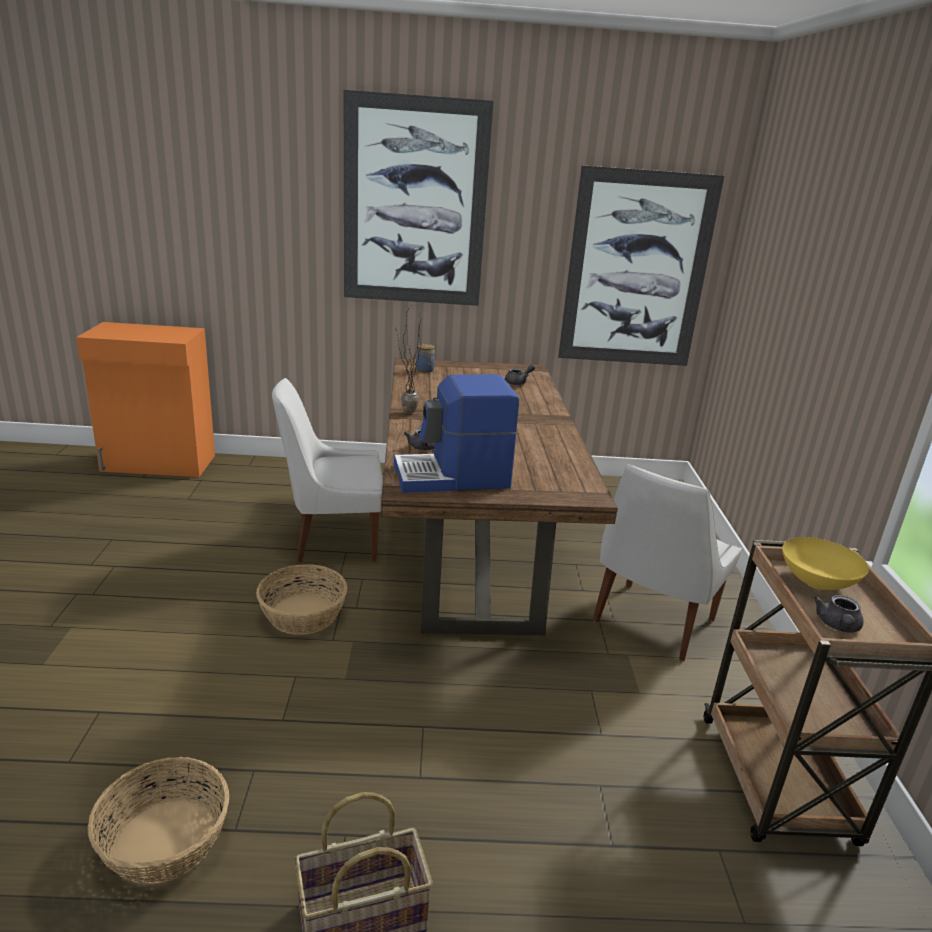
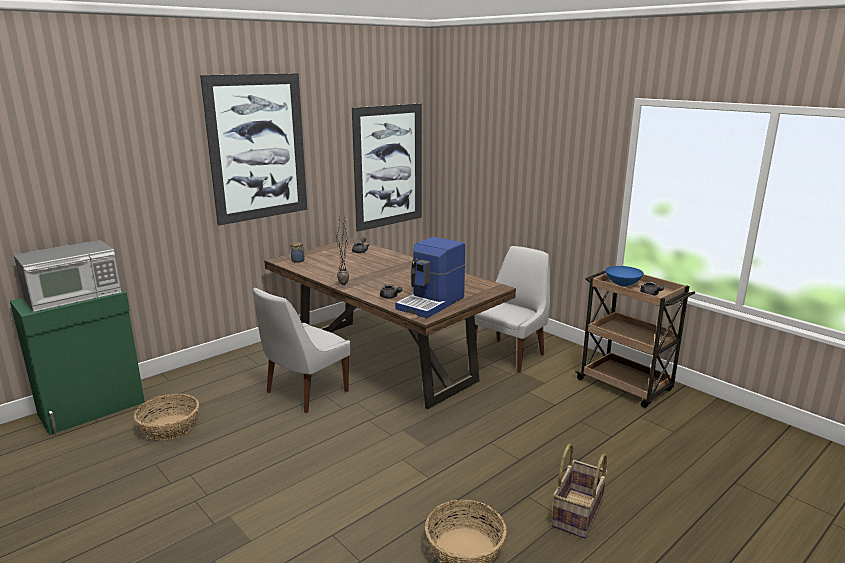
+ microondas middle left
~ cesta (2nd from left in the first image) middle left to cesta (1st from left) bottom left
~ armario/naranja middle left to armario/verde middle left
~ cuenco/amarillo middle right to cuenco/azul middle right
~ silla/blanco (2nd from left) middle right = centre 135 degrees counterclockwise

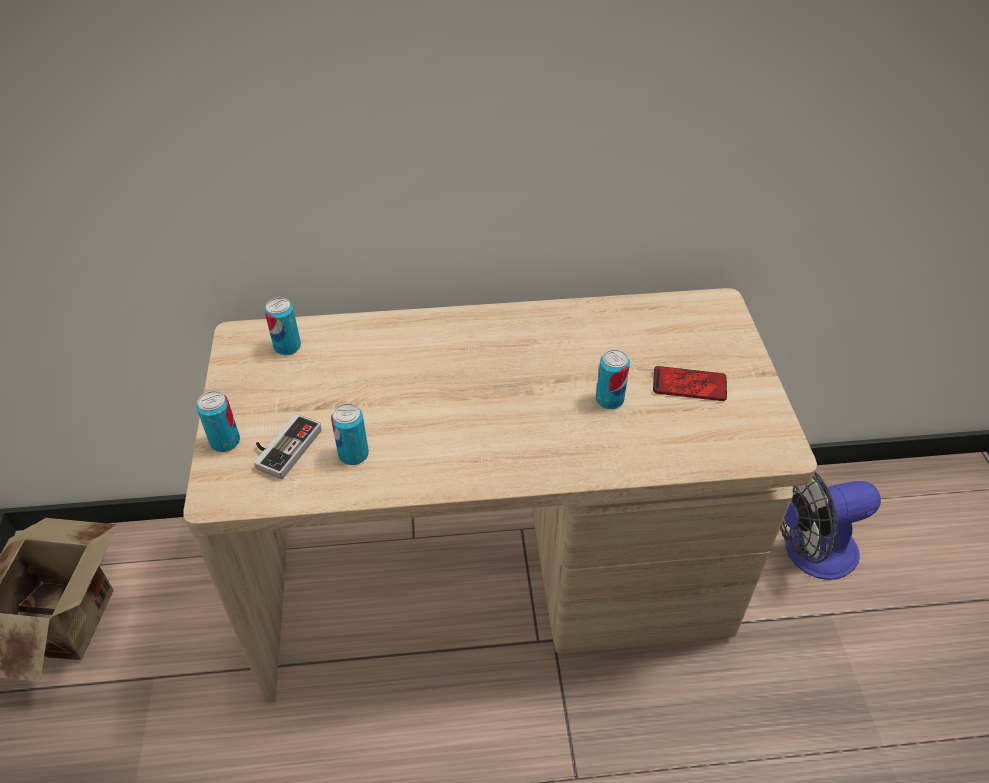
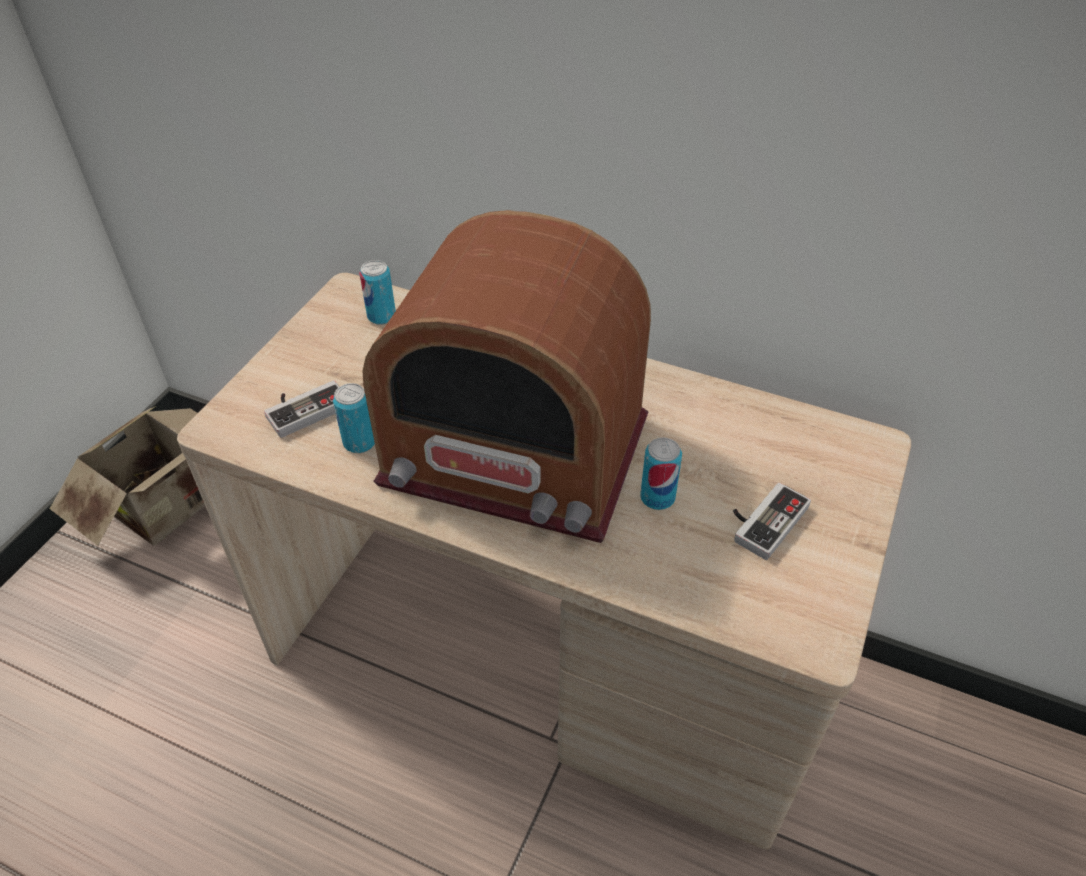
- lata (1st from left) middle left
- ventilador bottom right
+ radio centre
~ móvil middle right to mando de consola (2nd from left) middle right

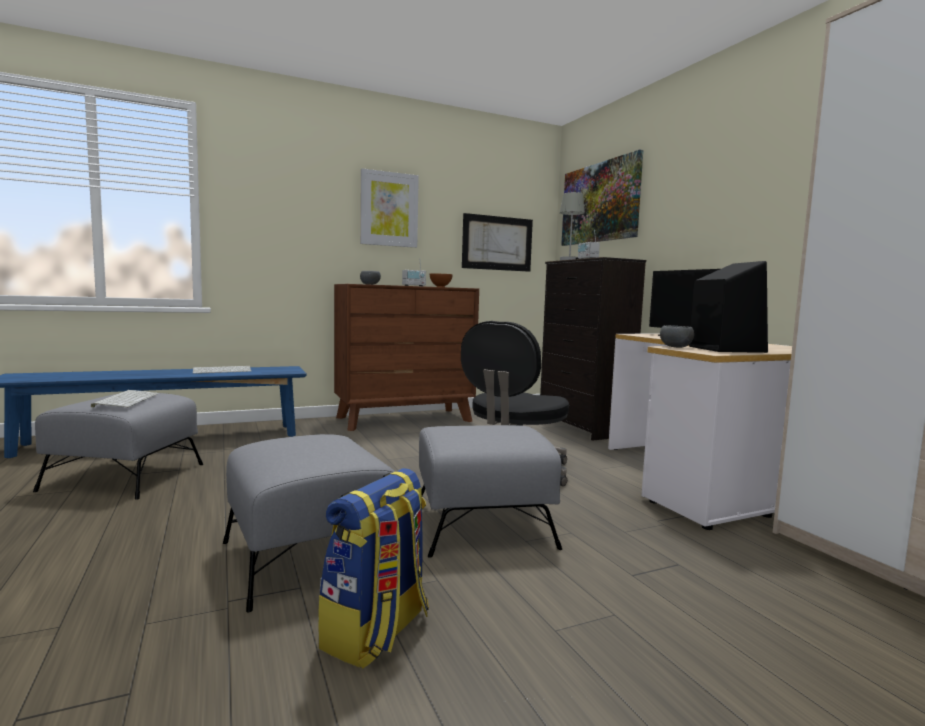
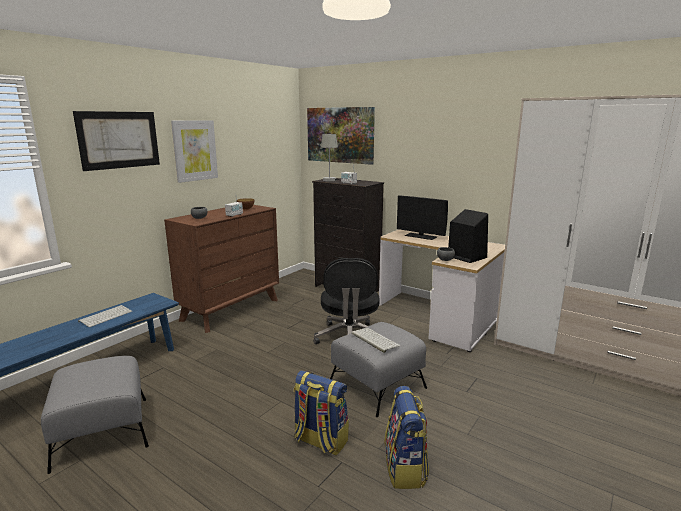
~ teclado (1st from left in the first image) middle left to teclado (2nd from left) centre
~ cuadro (2nd from left in the first image) centre to cuadro (1st from left) top left
~ puf/gris (2nd from left) bottom centre to mochila (1st from left) bottom centre

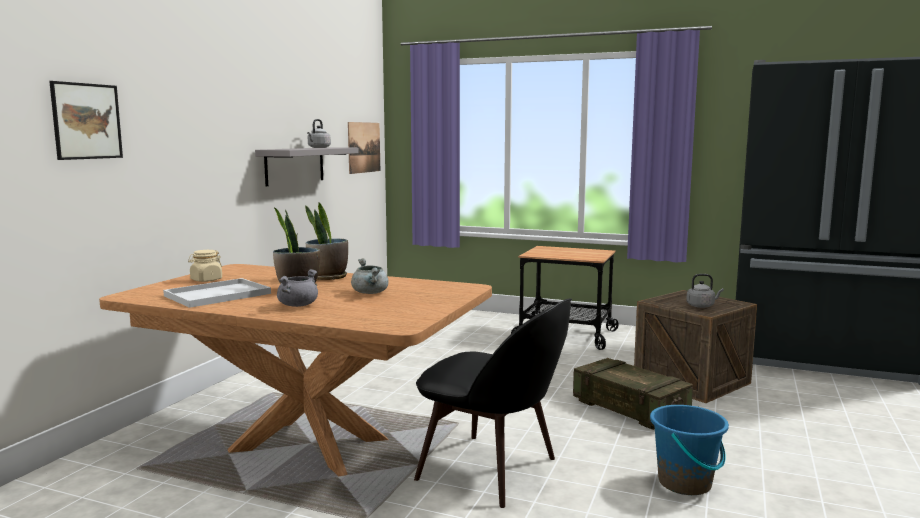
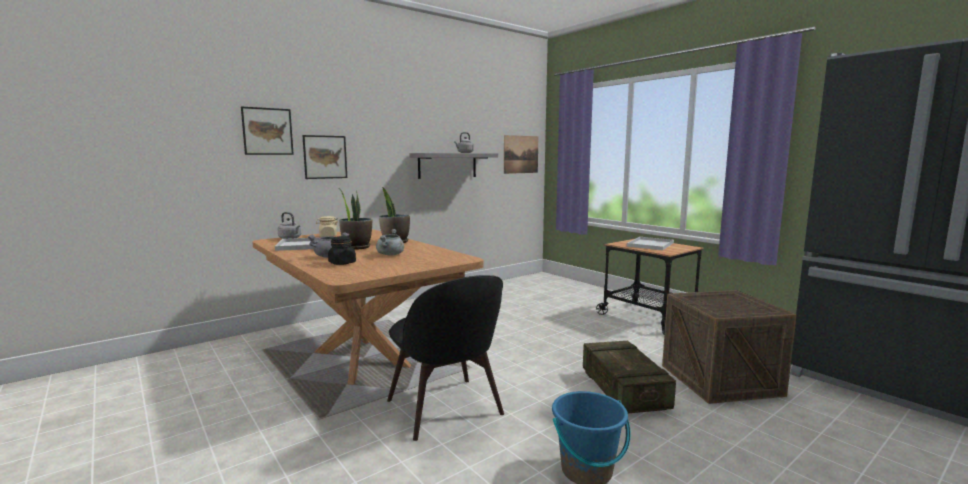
+ cuadro (2nd from left) top centre
+ tarro/negro centre
+ bandeja/blanco (2nd from left) middle right
~ hervidor/gris (2nd from left in the first image) middle right to hervidor/gris (1st from left) middle left

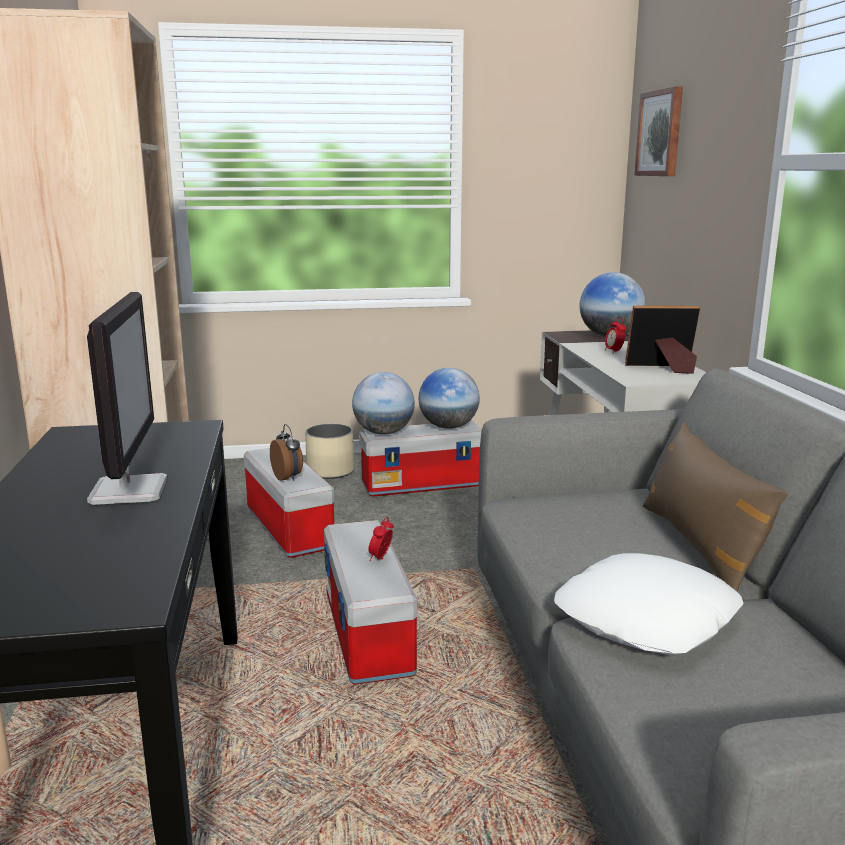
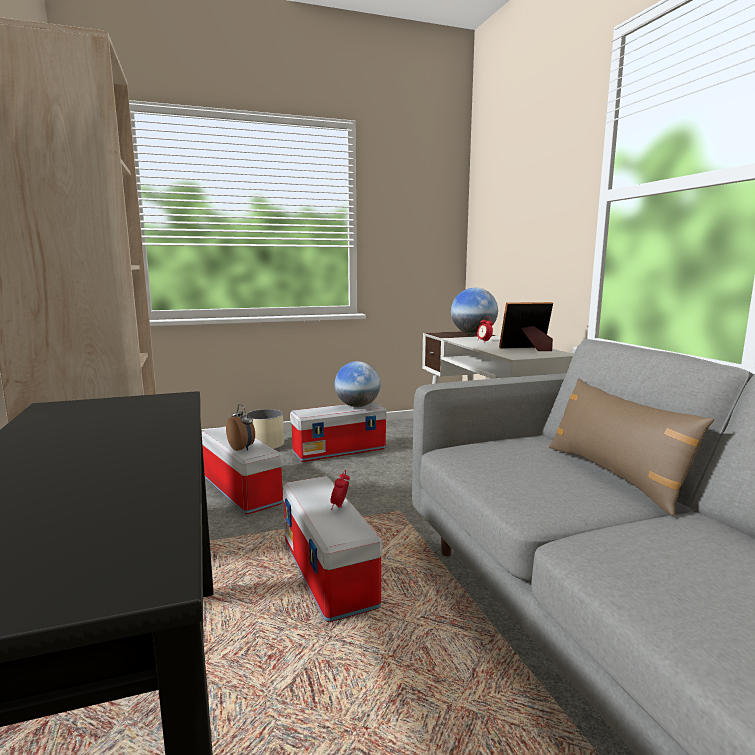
- monitor middle left
- globo terráqueo (1st from left) centre
- cojín/blanco bottom right
- cuadro top right

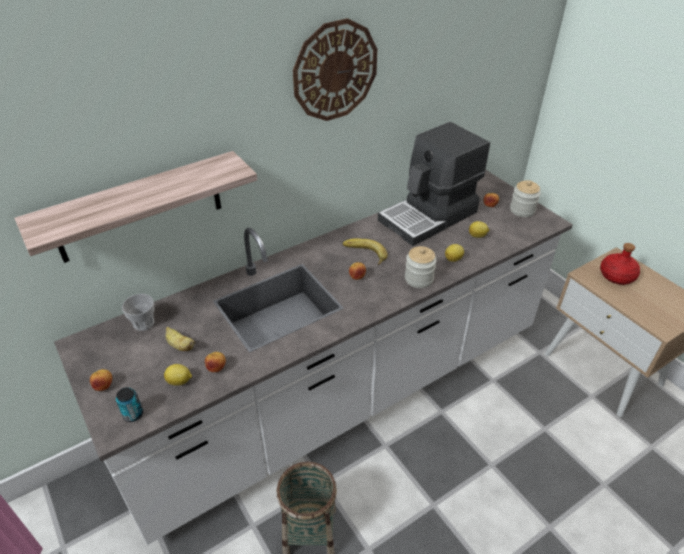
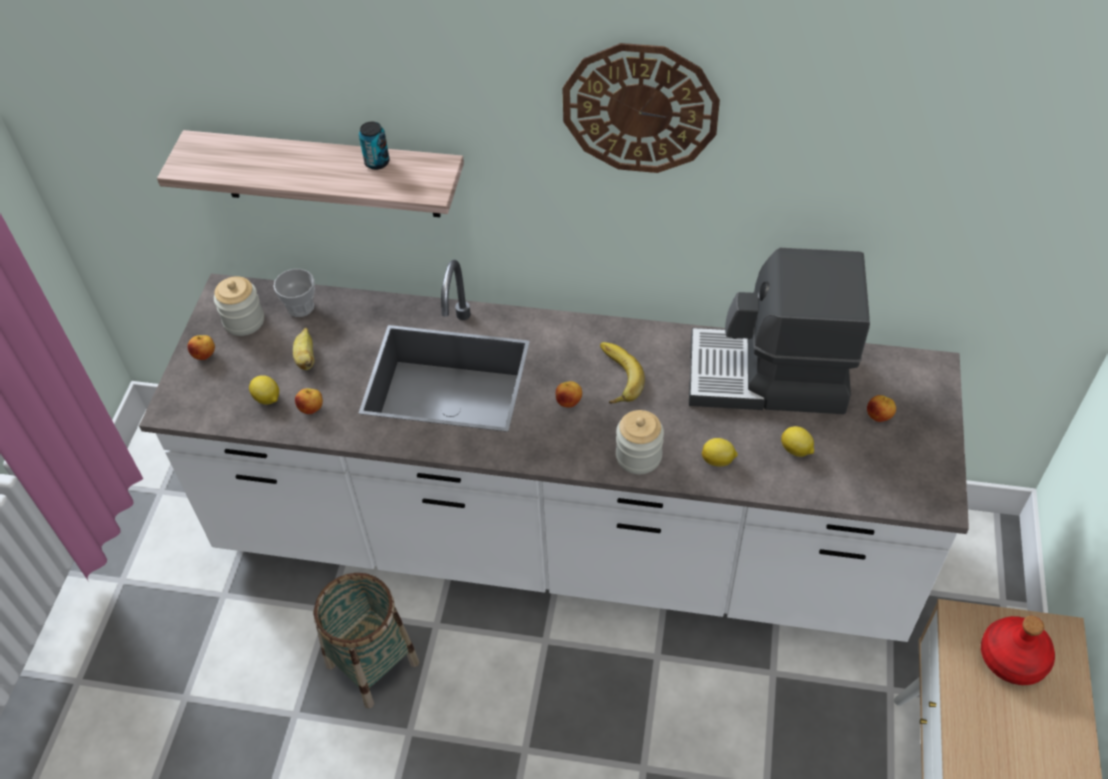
~ lata bottom left to top centre
~ tarro (2nd from left in the first image) middle right to tarro (1st from left) middle left

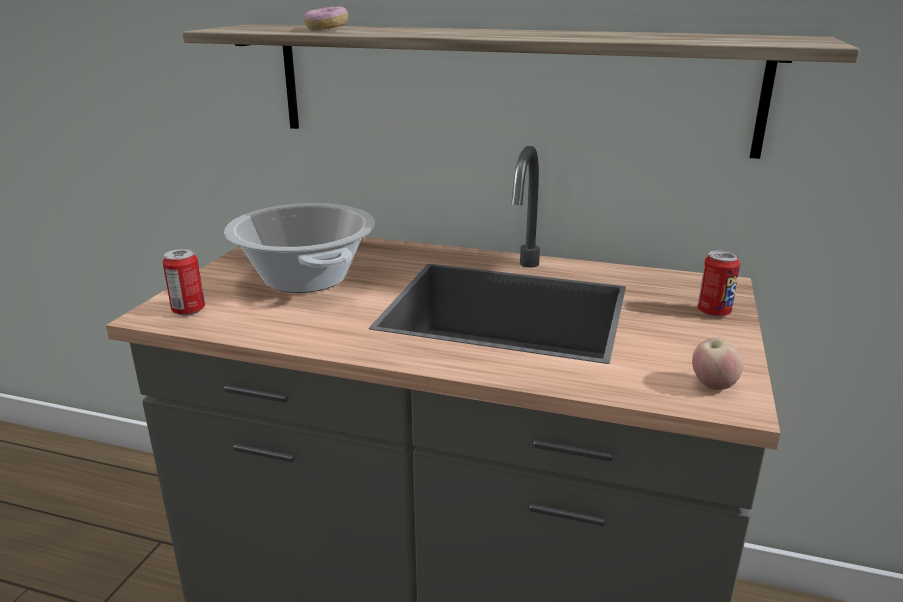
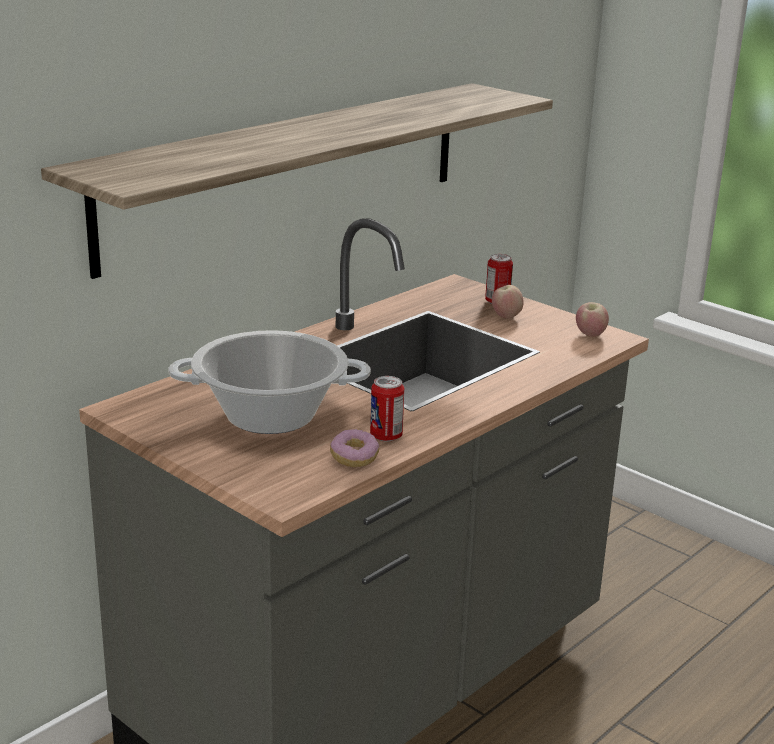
+ manzana (1st from left) centre
~ lata (1st from left) middle left to centre
~ rosquilla top centre to centre

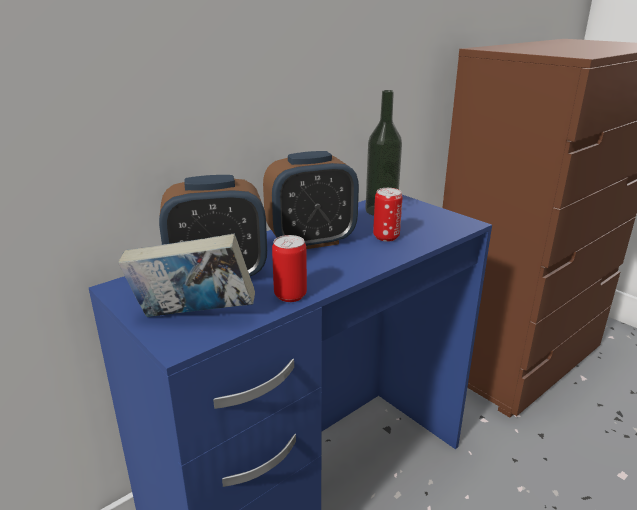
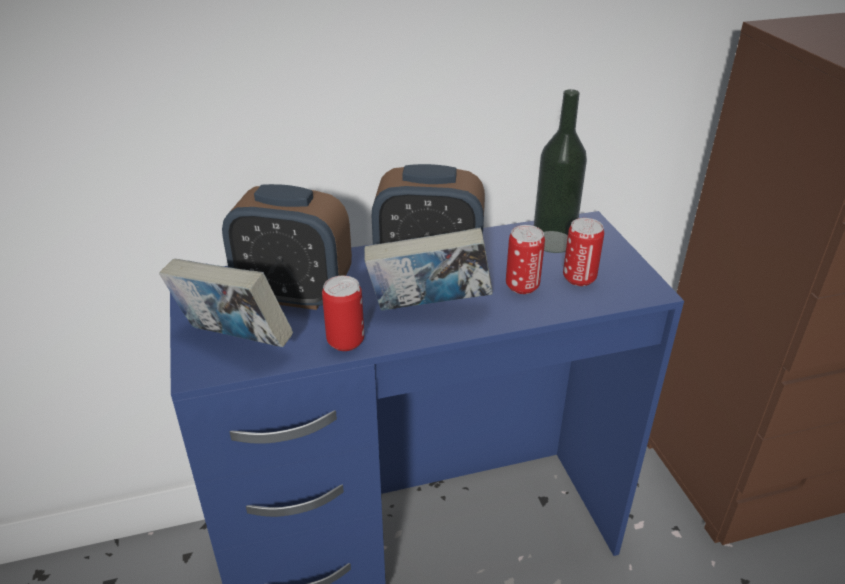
+ libro (2nd from left) centre
+ lata (3rd from left) middle right

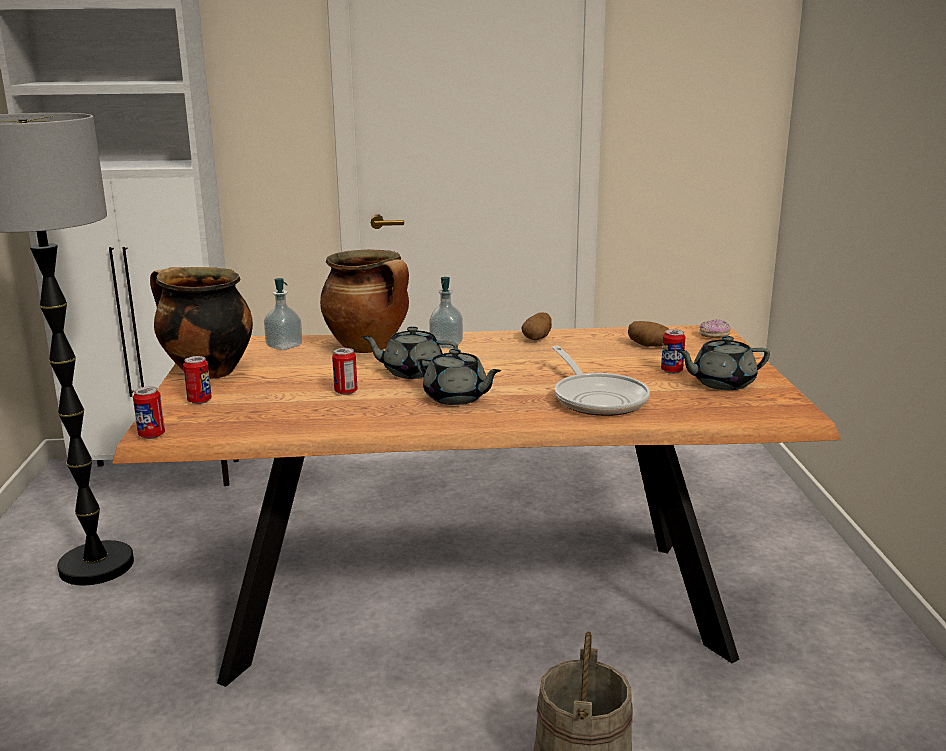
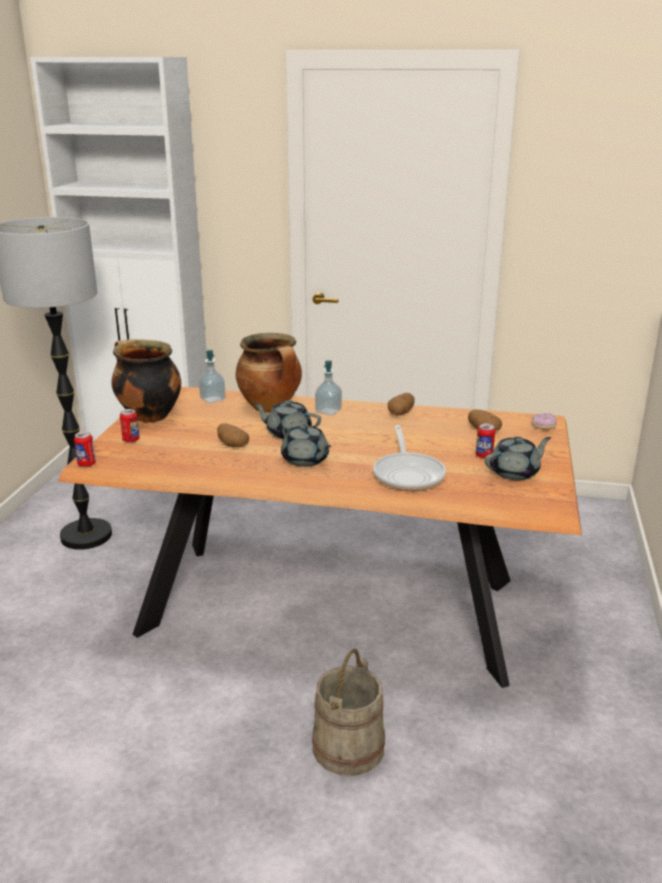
~ lata (3rd from left) centre to patata (1st from left) centre
~ tetera/gris (3rd from left) middle right = middle right 150 degrees clockwise

